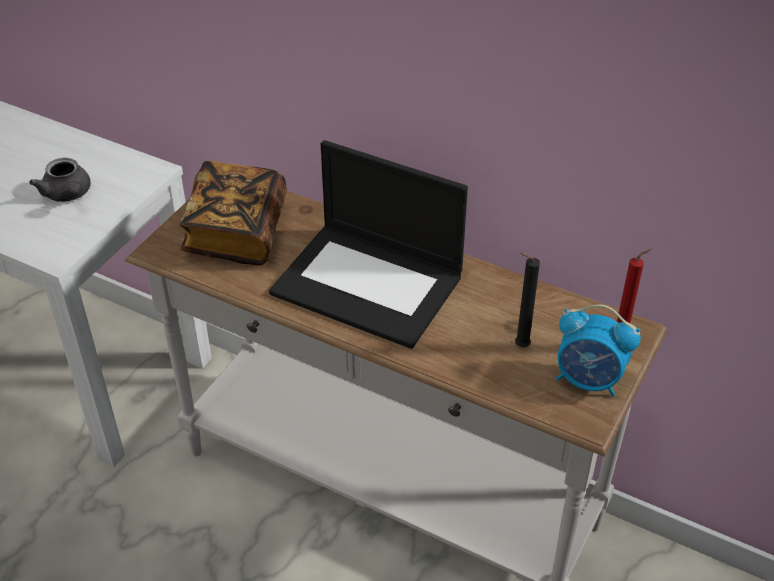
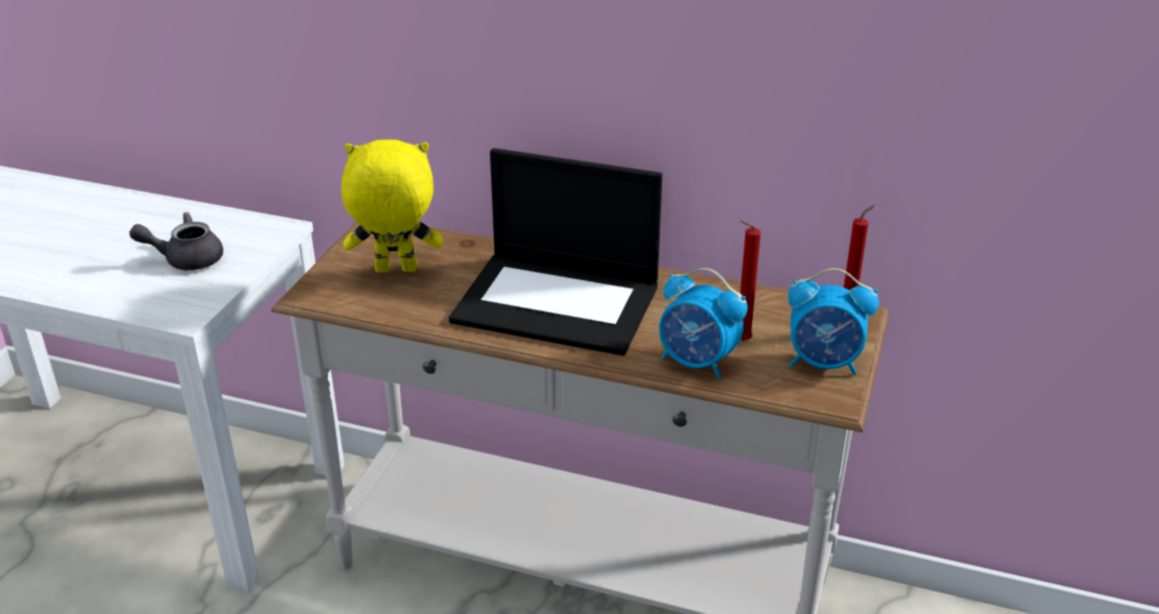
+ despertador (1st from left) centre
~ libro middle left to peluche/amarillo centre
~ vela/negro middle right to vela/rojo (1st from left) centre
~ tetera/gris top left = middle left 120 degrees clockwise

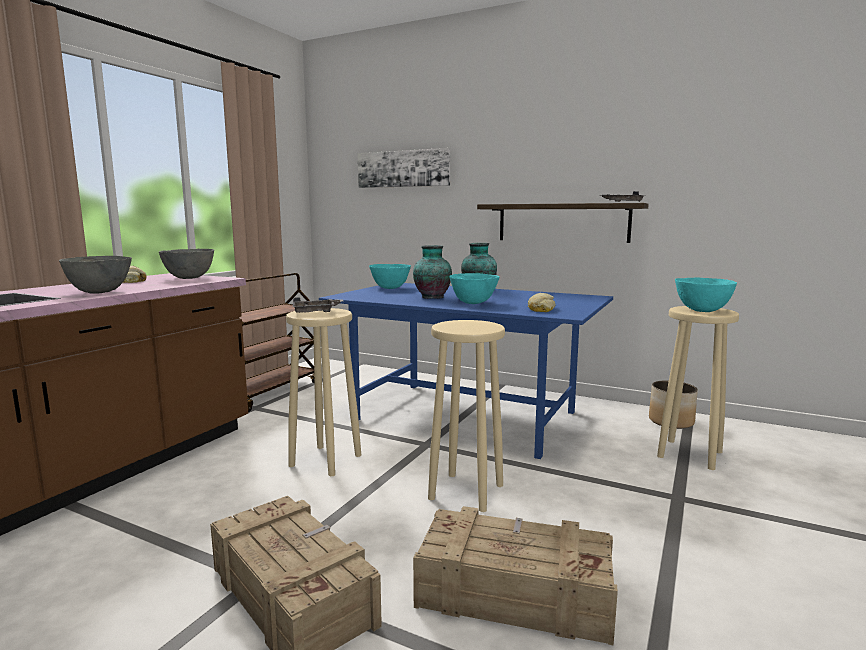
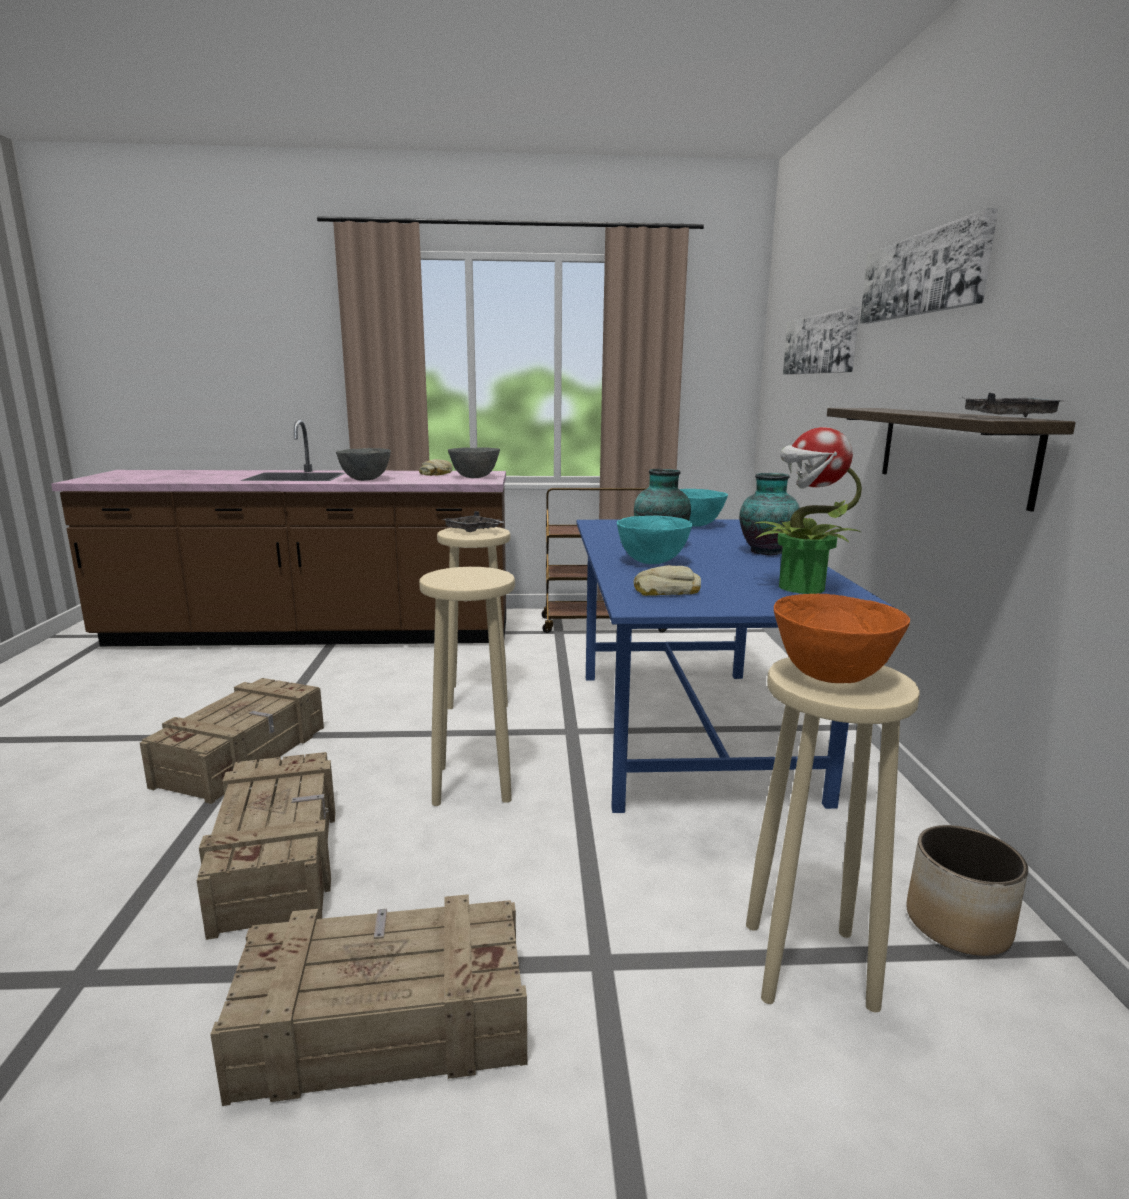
+ caja de embalaje (3rd from left) bottom left
+ planta en maceta middle right
+ cuadro (2nd from left) top right
~ cuenco/turquesa (3rd from left) middle right to cuenco/naranja middle right

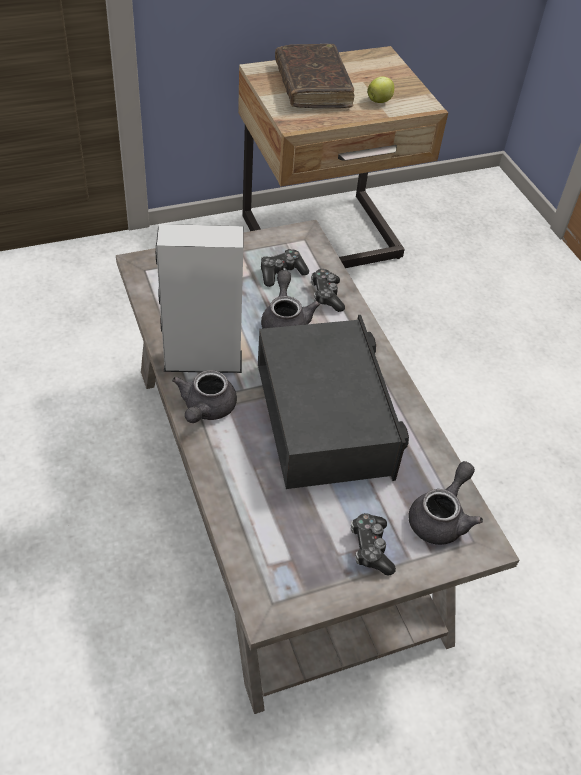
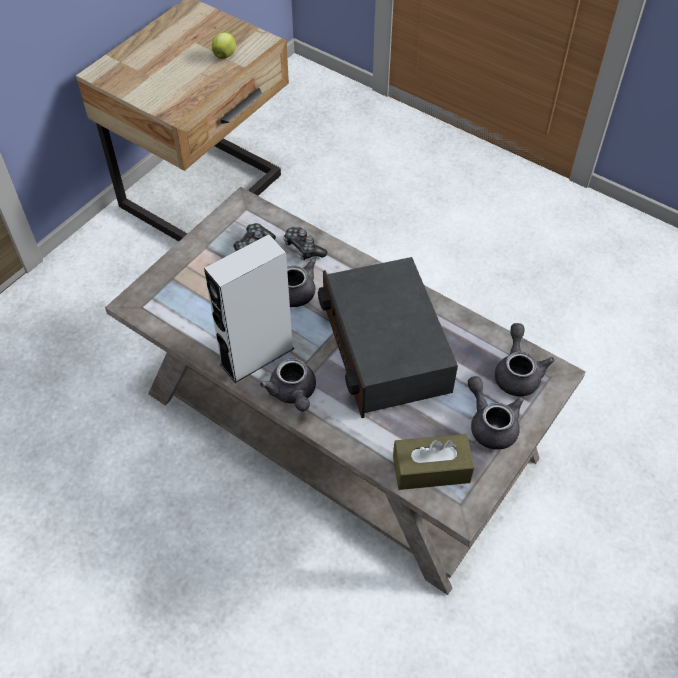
- libro/marrón top centre
+ caja de pañuelos/marrón bottom centre
~ mando de consola (3rd from left) bottom centre to tetera/gris (3rd from left) middle right
~ radio centre = centre 150 degrees counterclockwise

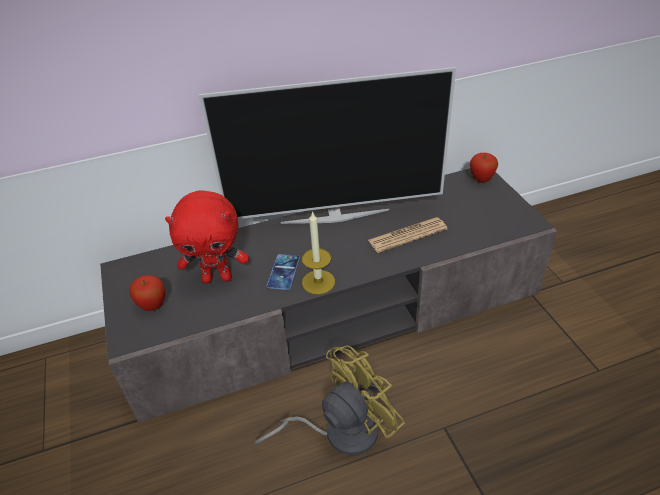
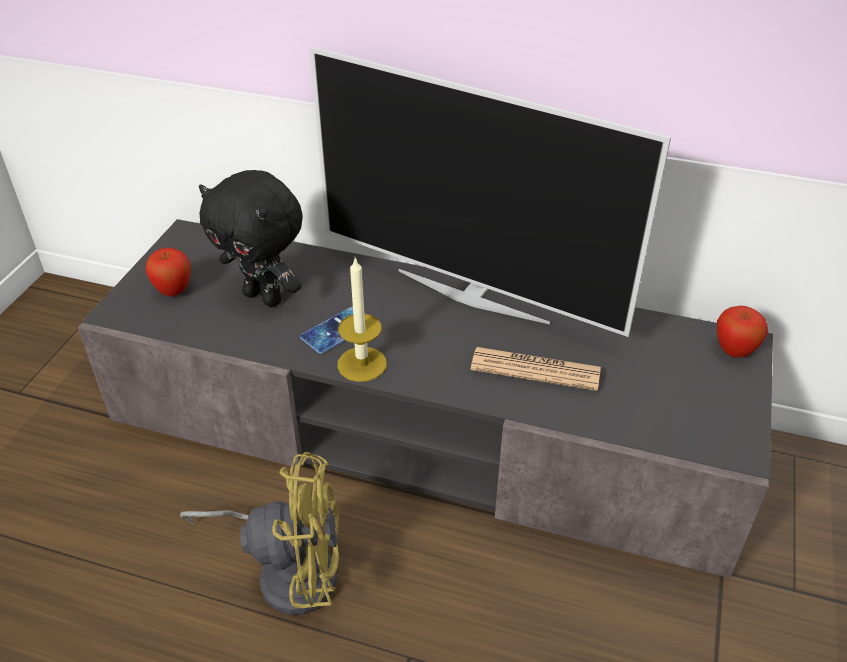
~ peluche/rojo middle left to peluche/negro middle left

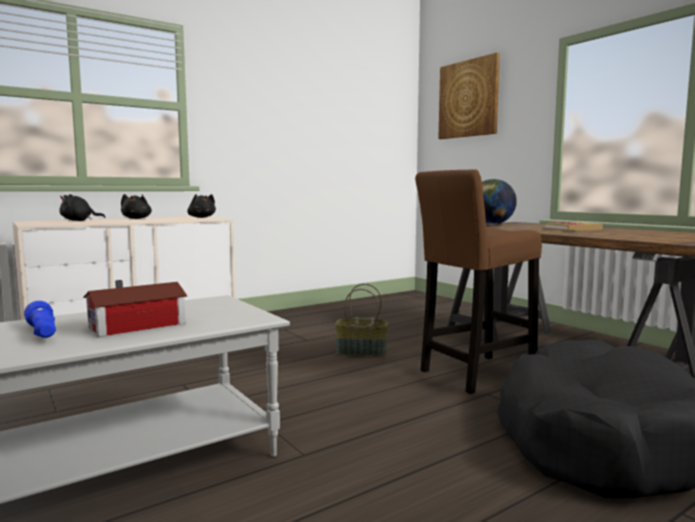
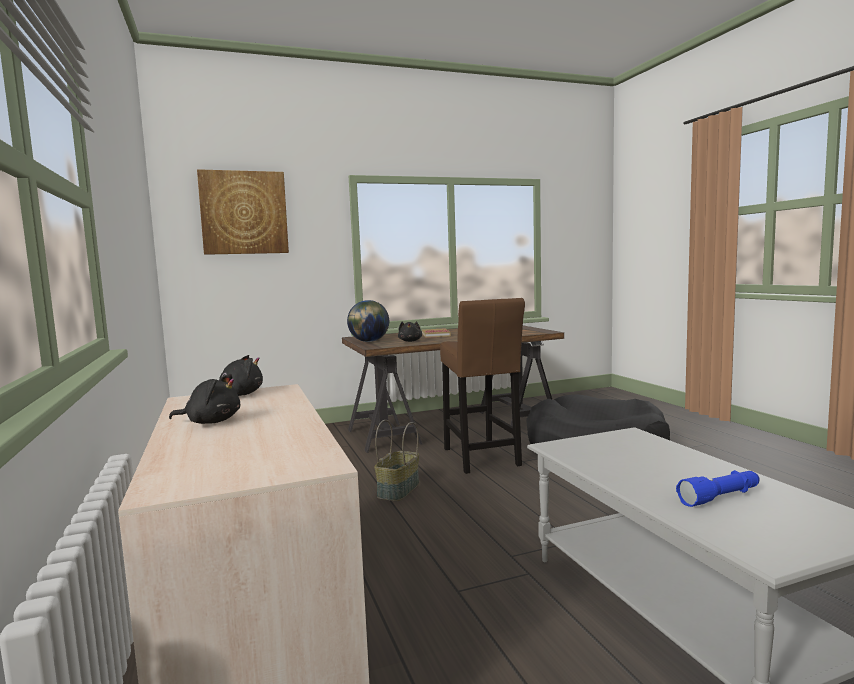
- casita middle left
~ peluche/negro (1st from left in the first image) middle left to peluche/negro (3rd from left) centre

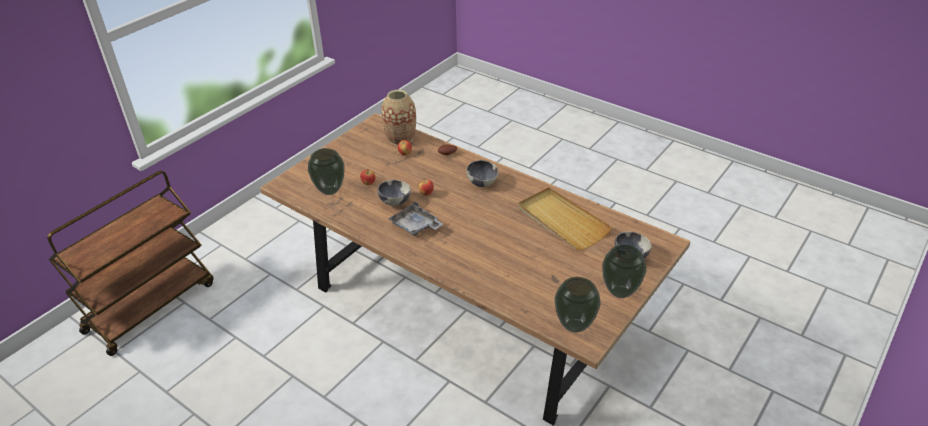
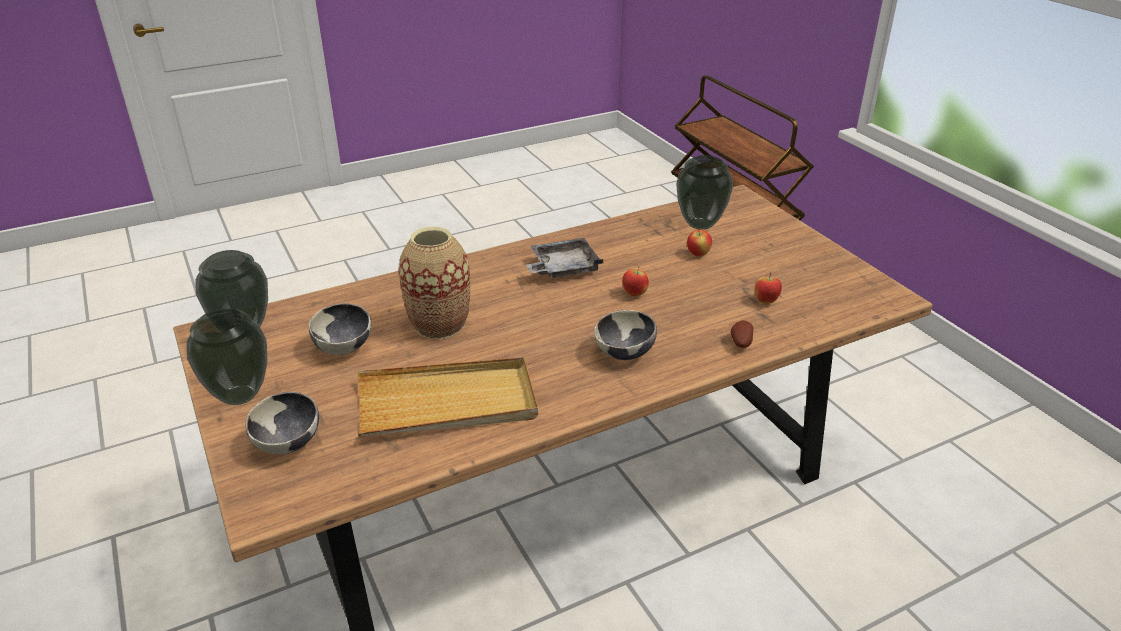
~ cuenco (1st from left in the first image) centre to cuenco (2nd from left) middle left
~ florero (2nd from left in the first image) top centre to florero (3rd from left) centre

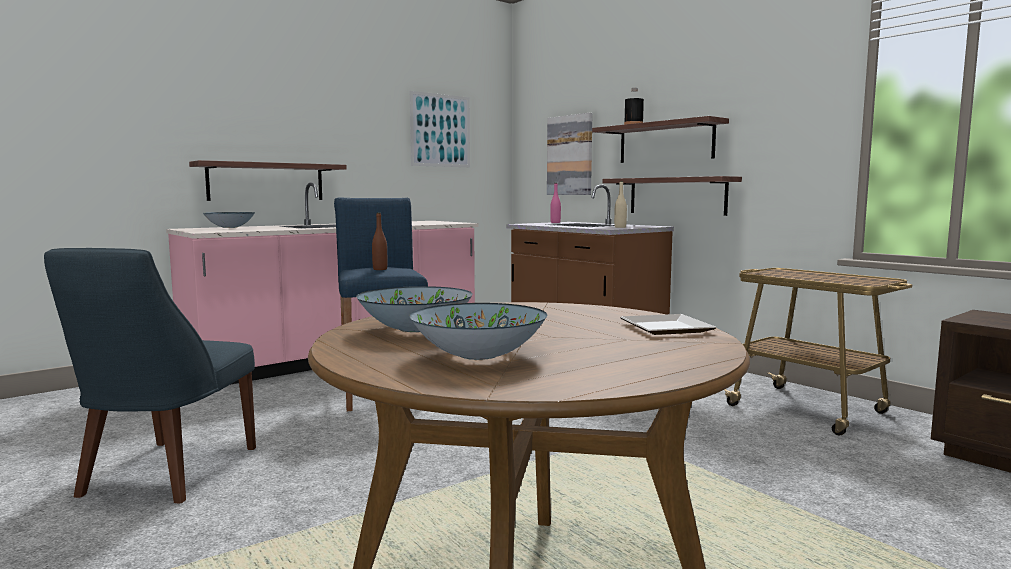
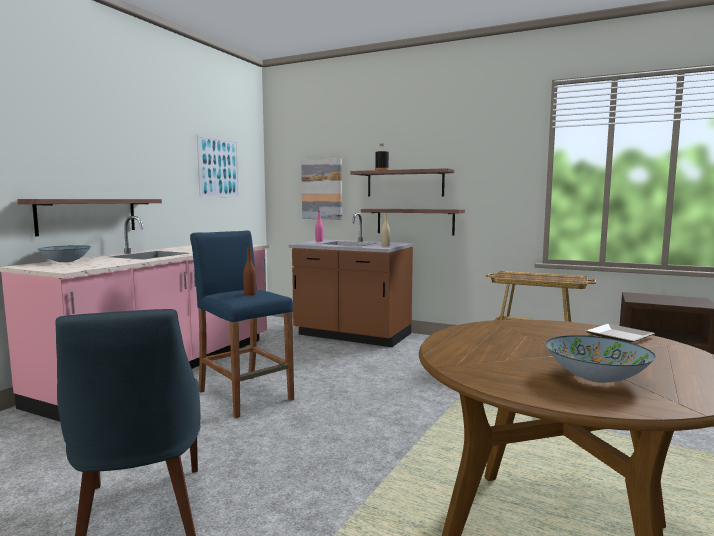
- cuenco (2nd from left) centre

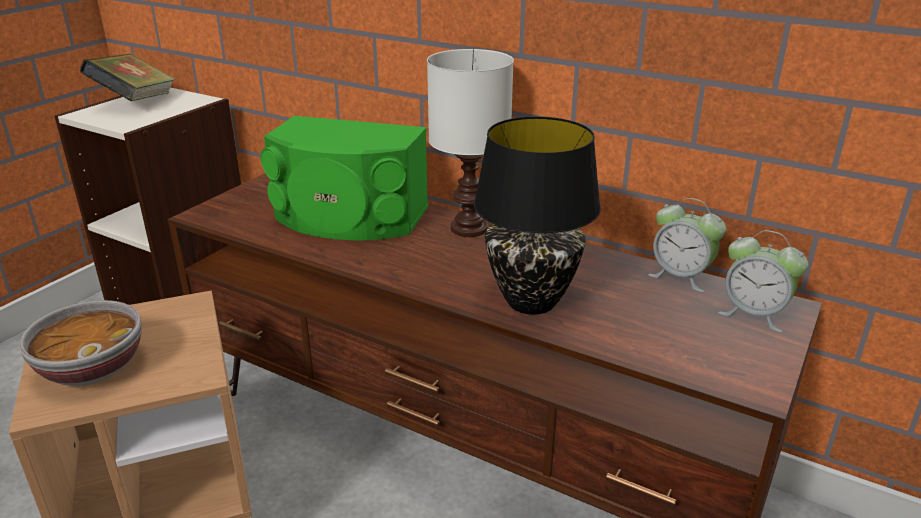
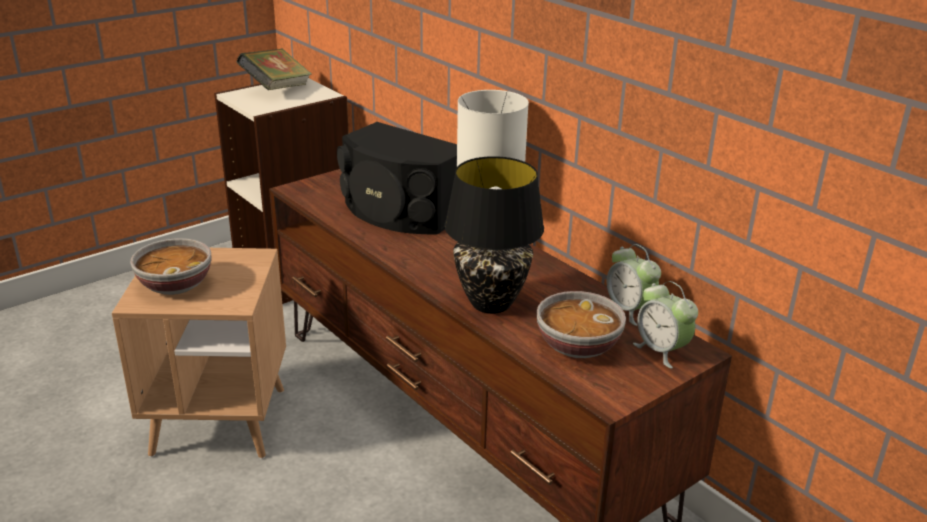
+ cuenco (2nd from left) centre
~ altavoz/verde centre to altavoz/negro centre

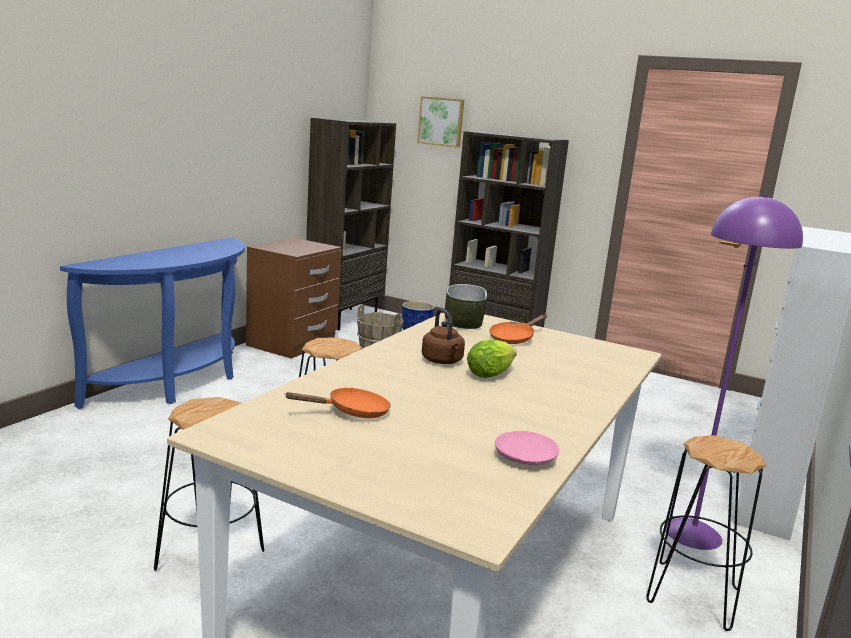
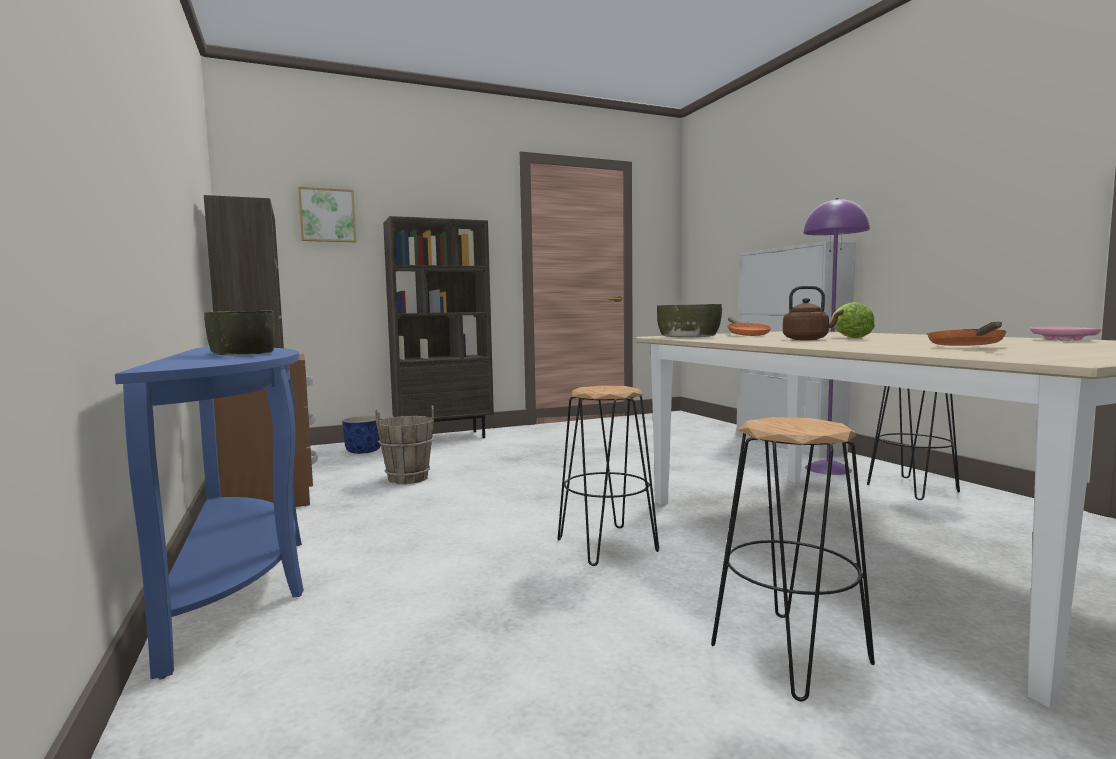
+ cuenco (1st from left) middle left

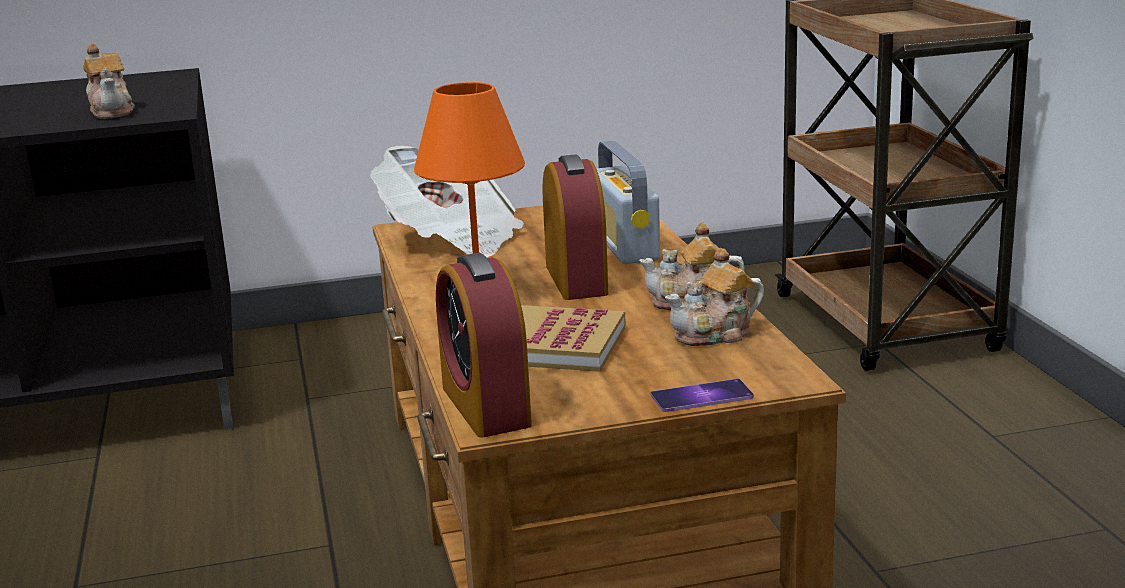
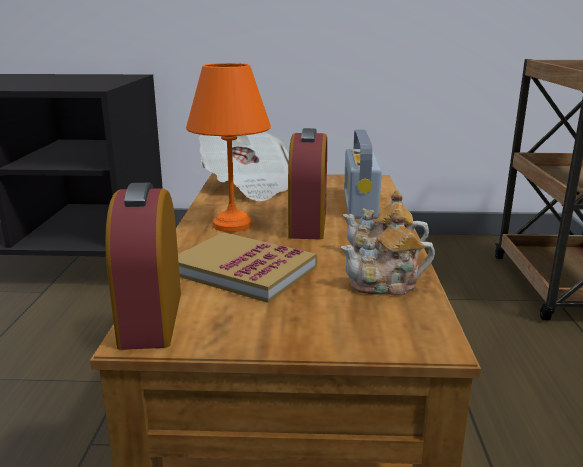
- tetera (1st from left) top left
- móvil bottom centre

